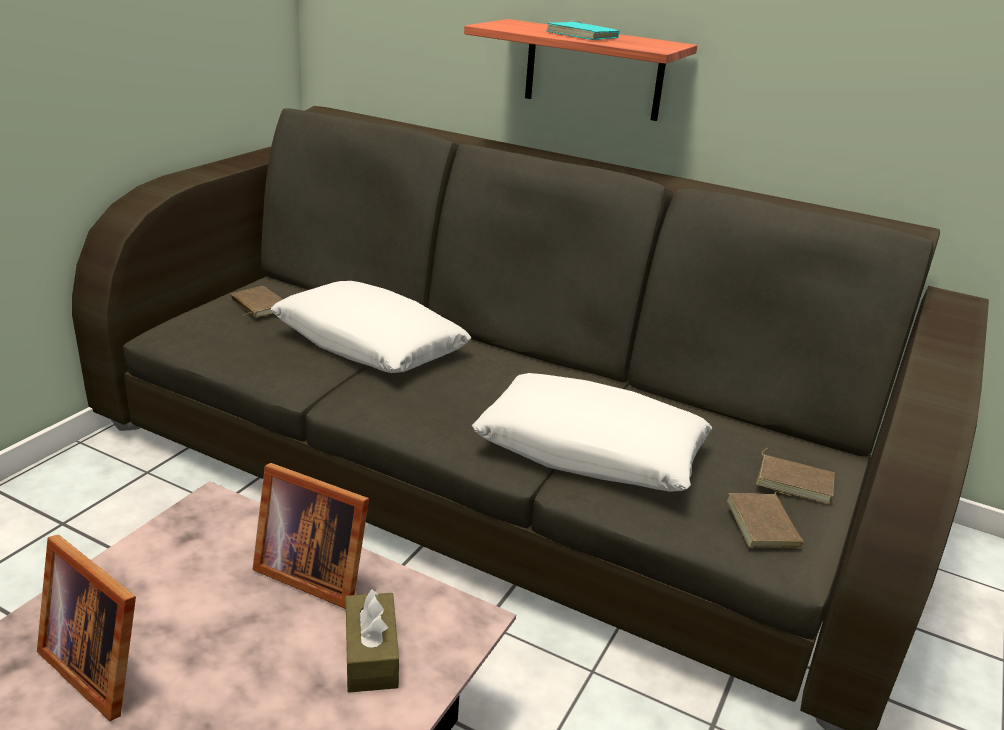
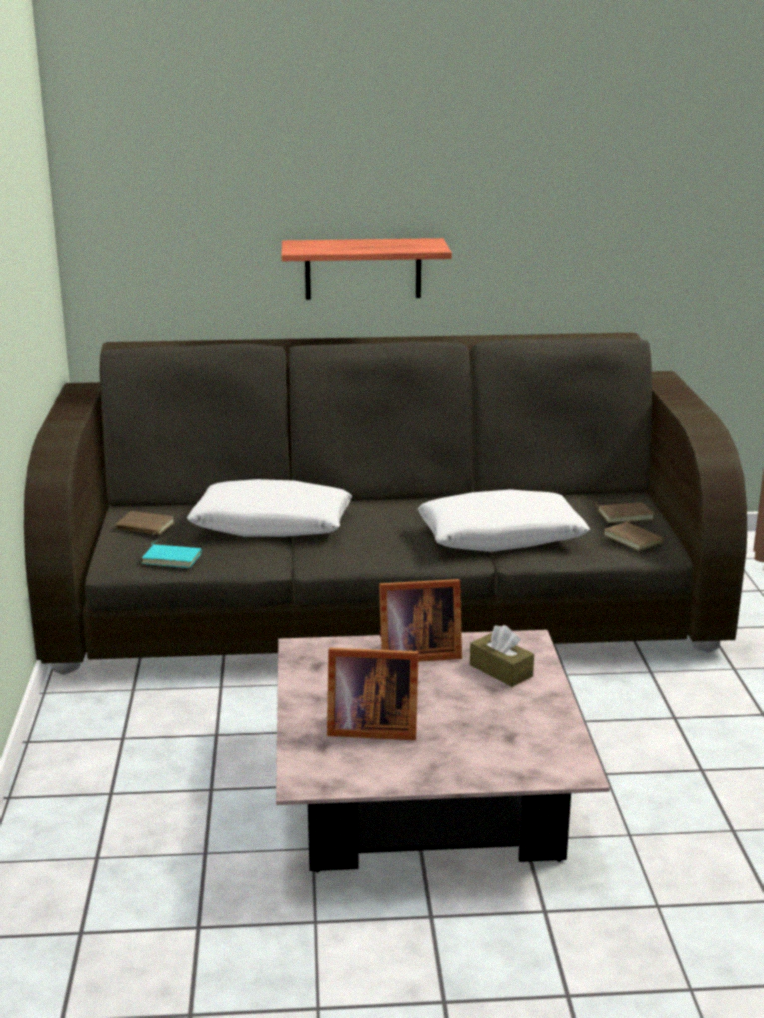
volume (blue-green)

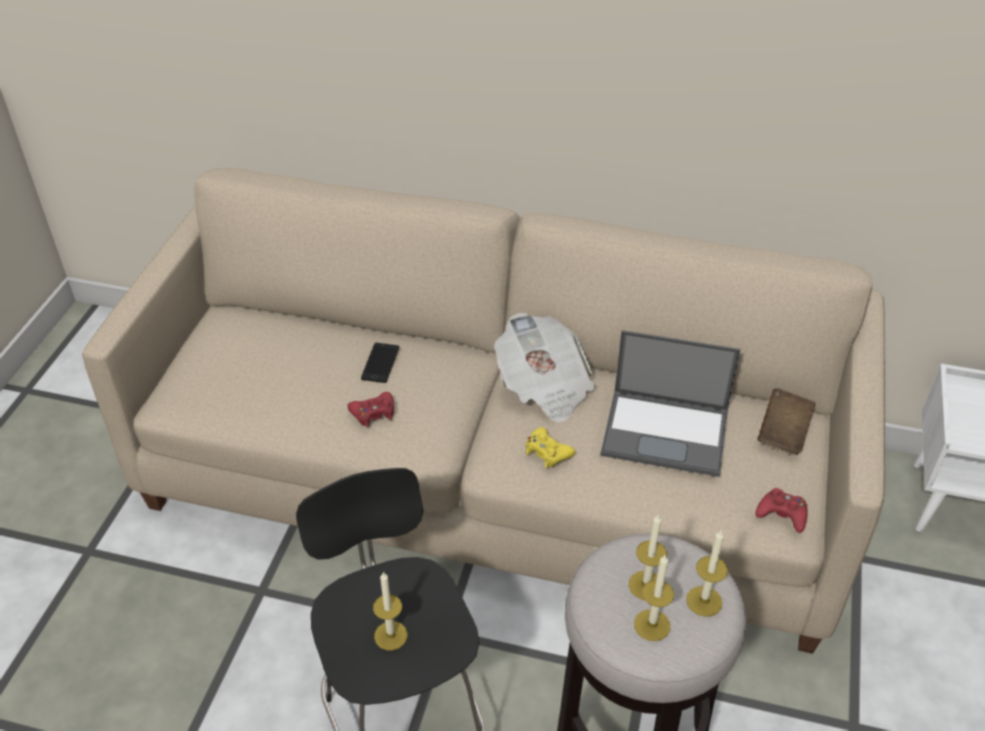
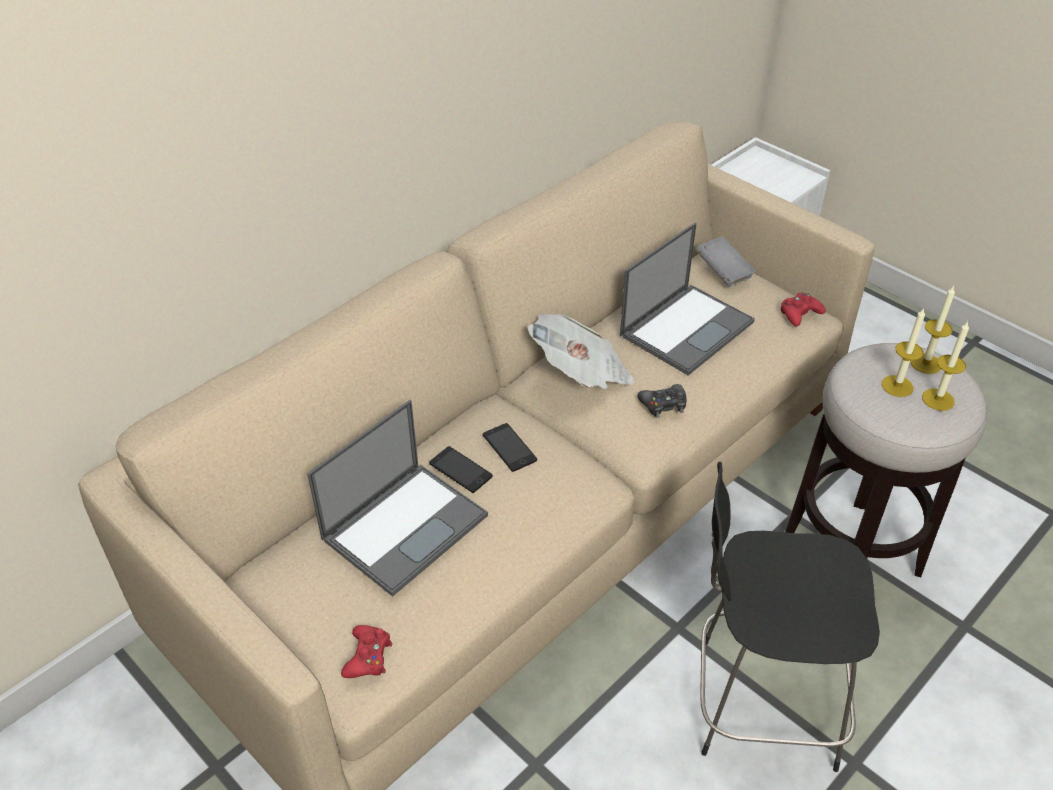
volume (gray); joypad (red) (no. 1 from left); joypad (black-coloured); wax light (no. 1 from left in the first image); portable computer (no. 1 from left); telephone (no. 2 from left)

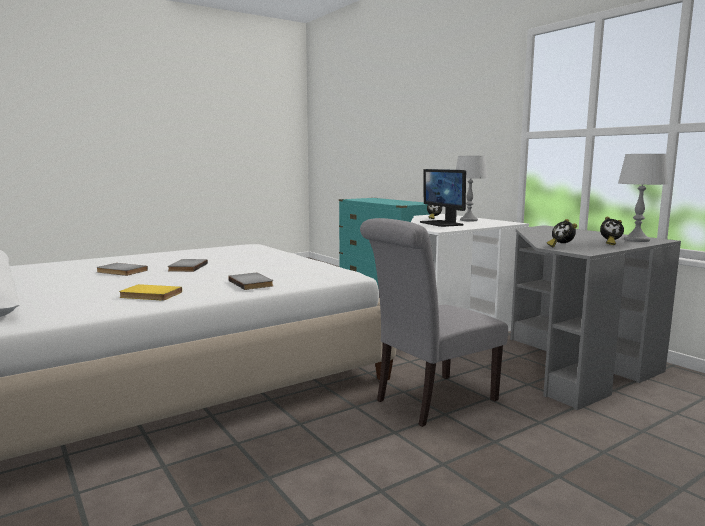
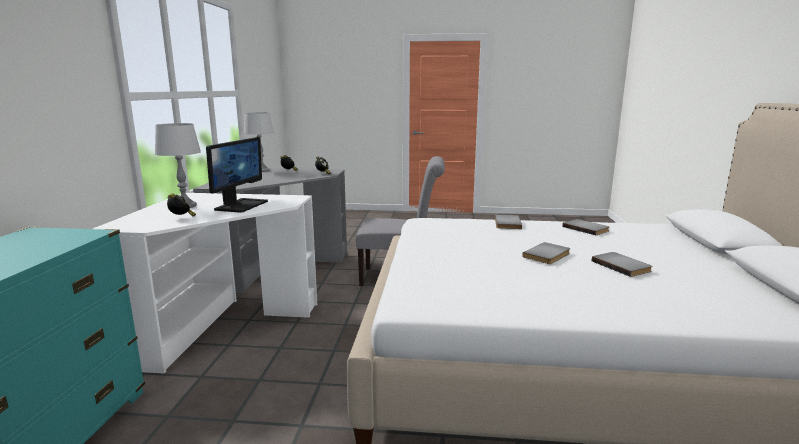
volume (gray) (no. 3 from left)

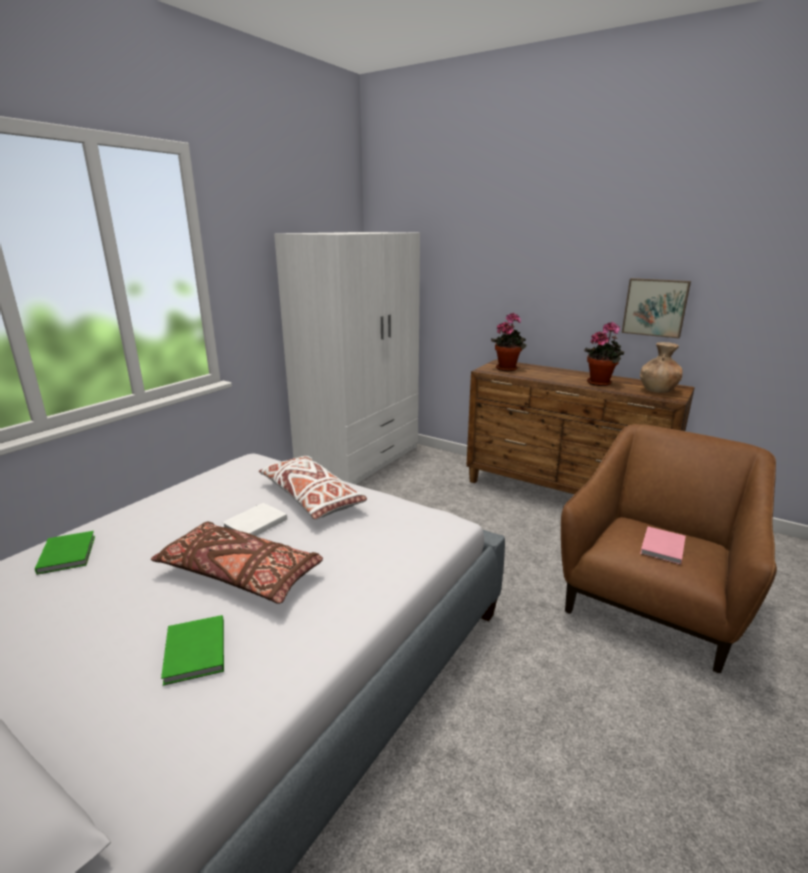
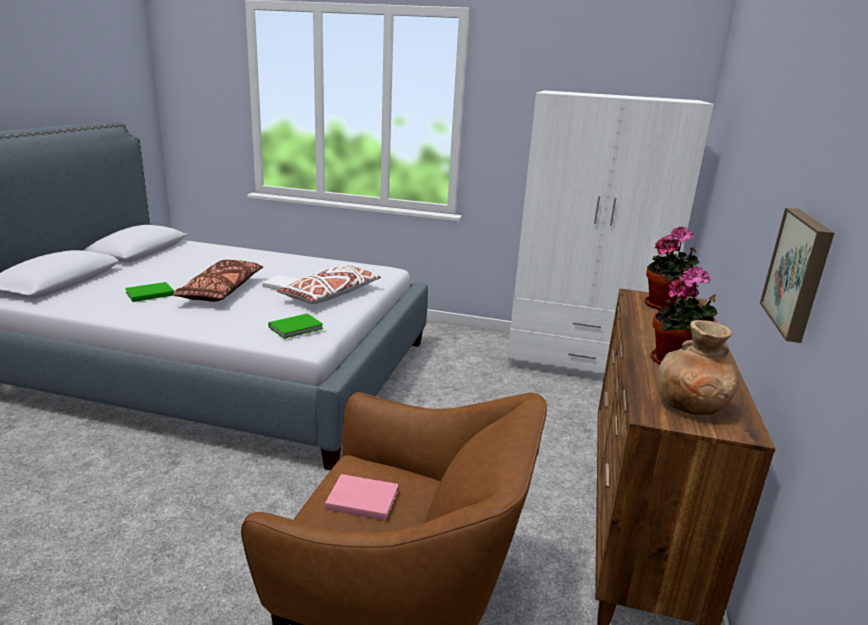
volume (green-coloured) (no. 2 from left)

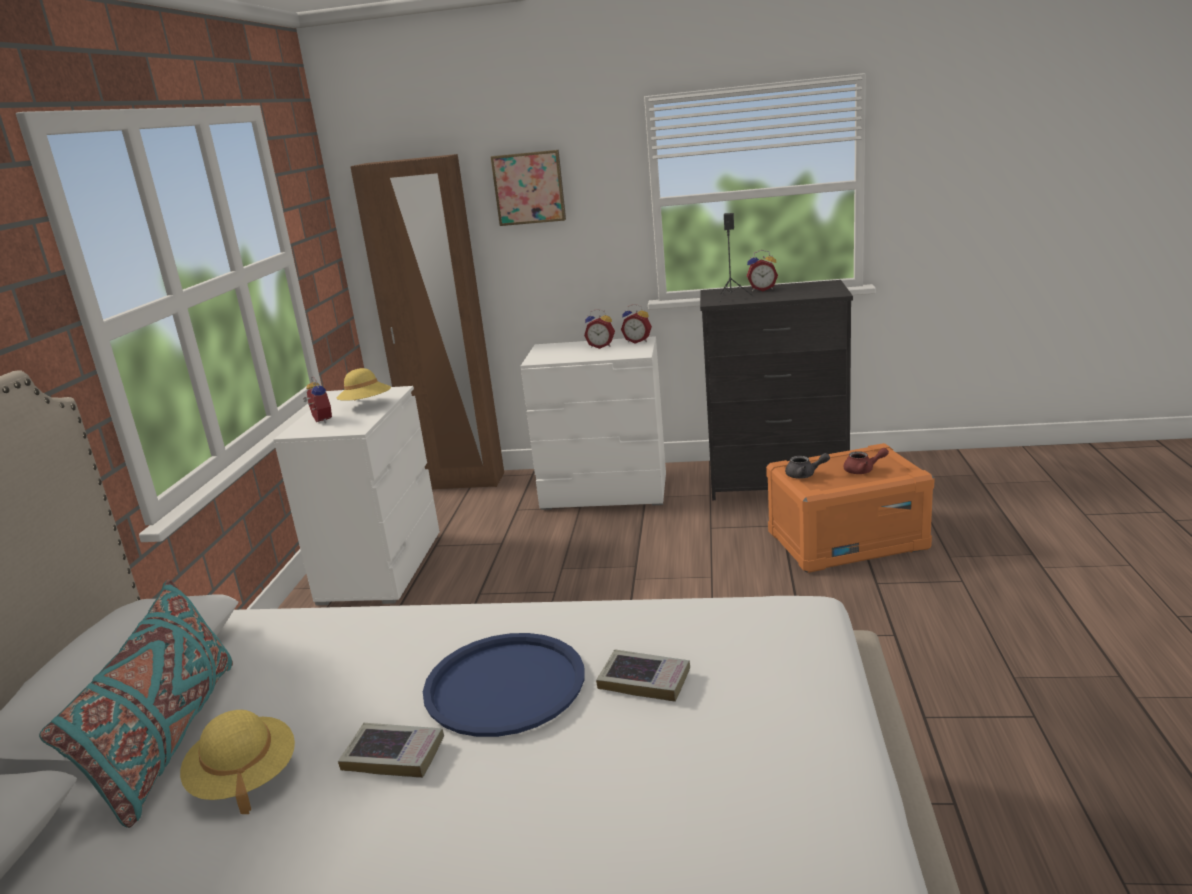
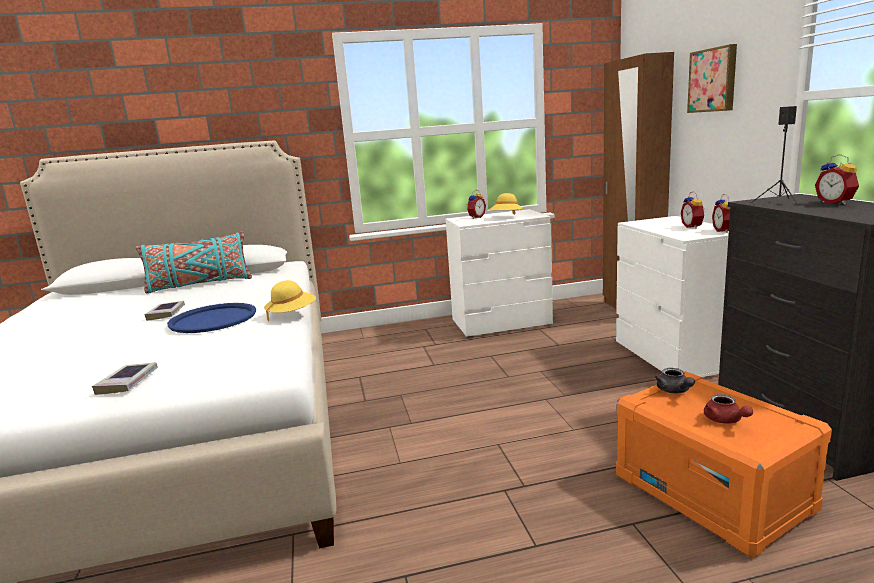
volume (no. 1 from left); clothing hat (yellow-coloured) (no. 1 from left)

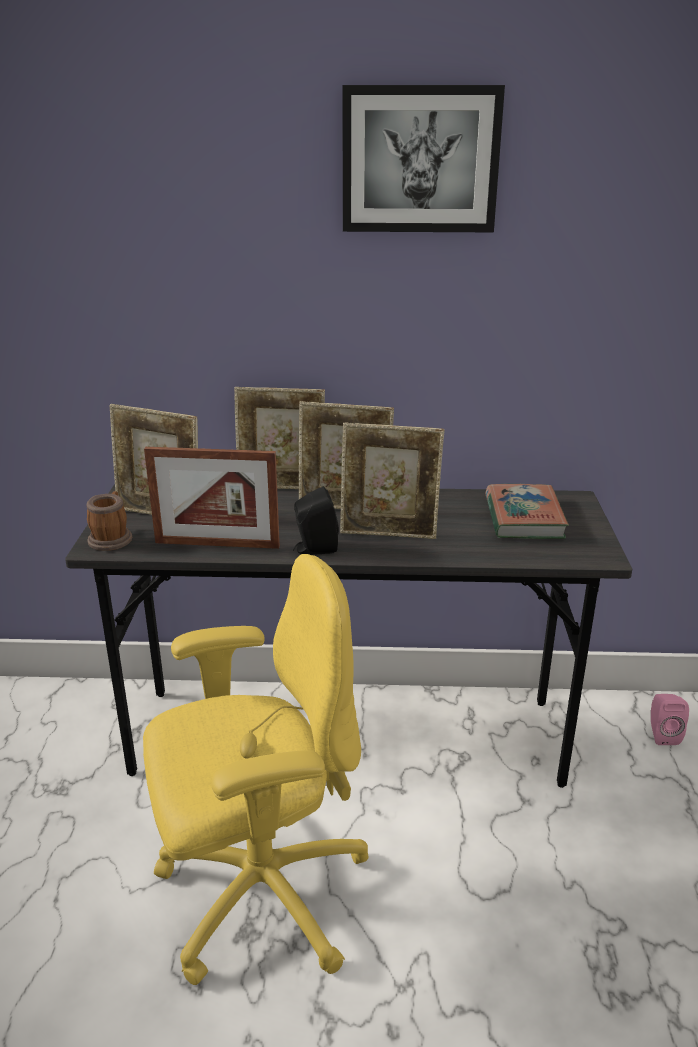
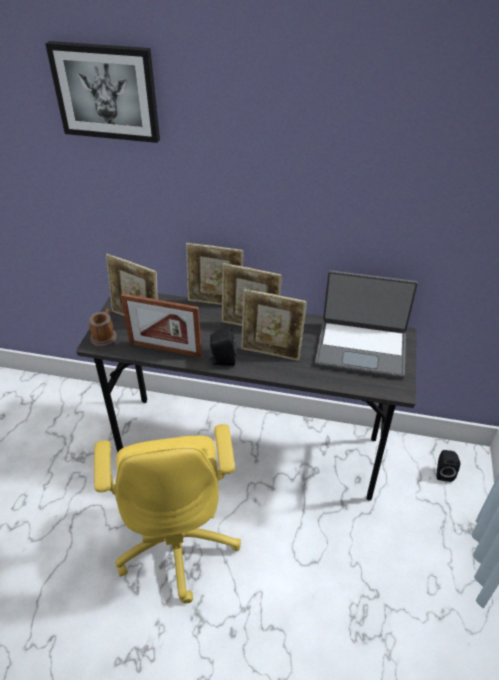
picture; portable computer; office chair (yellow-coloured); loudspeaker (black-coloured) (no. 2 from left)

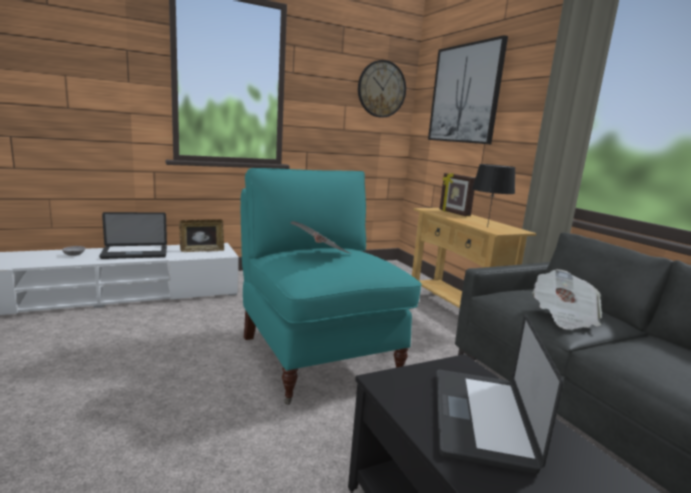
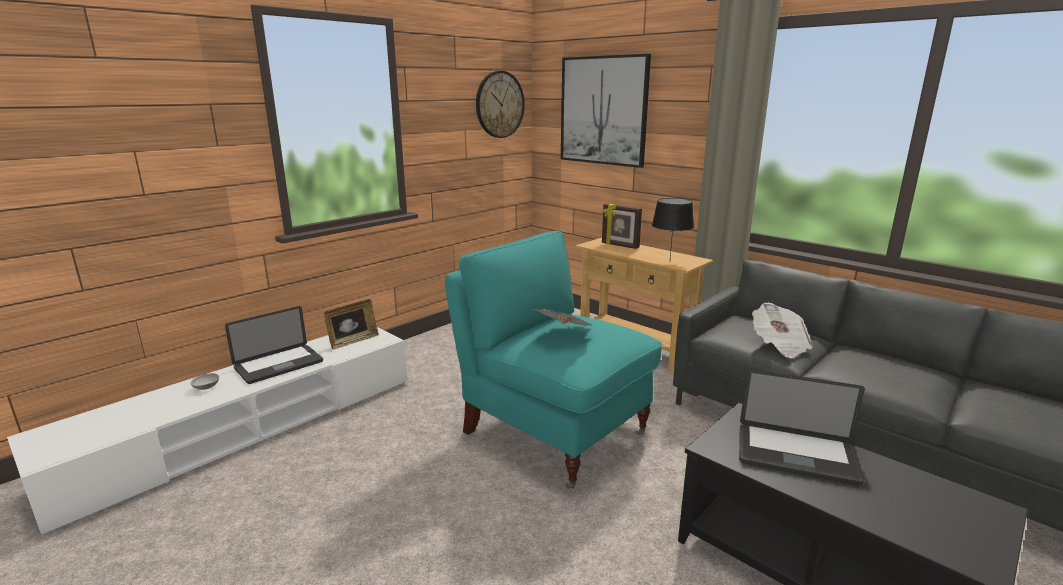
portable computer (no. 2 from left)

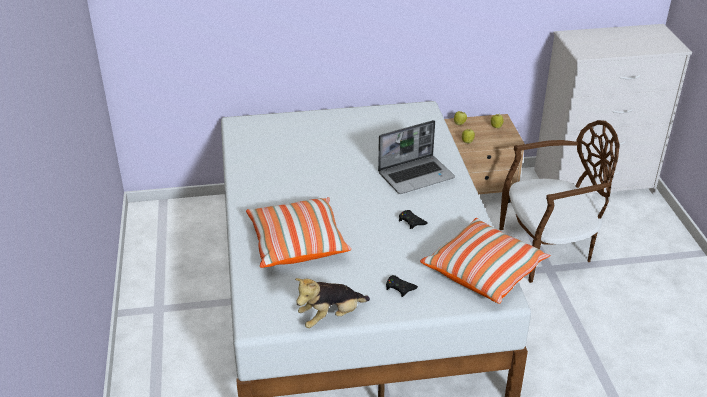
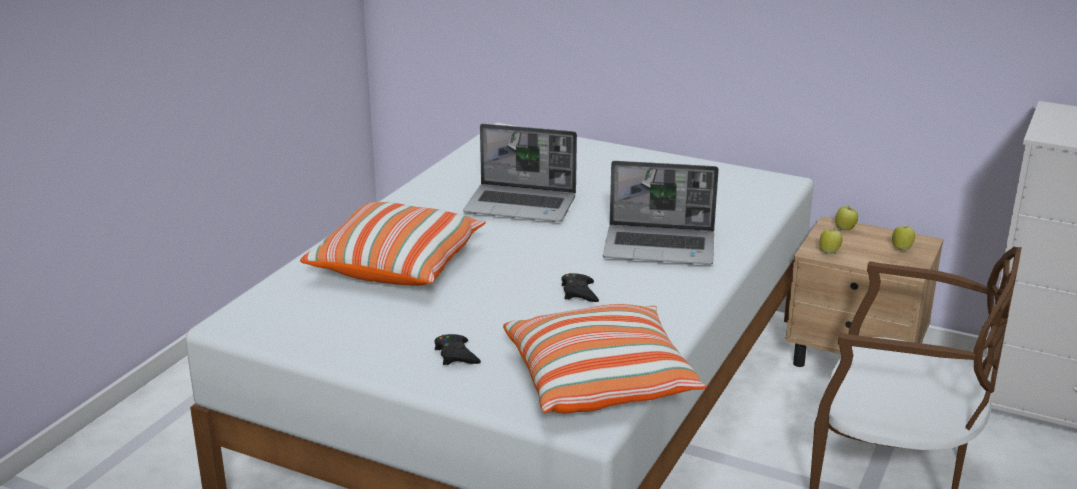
plush toy; portable computer (no. 1 from left)

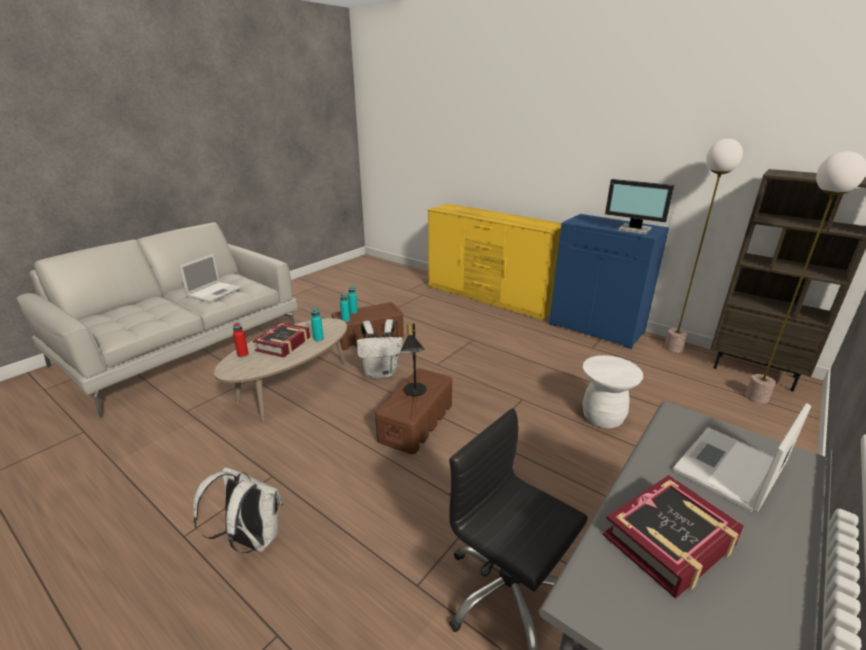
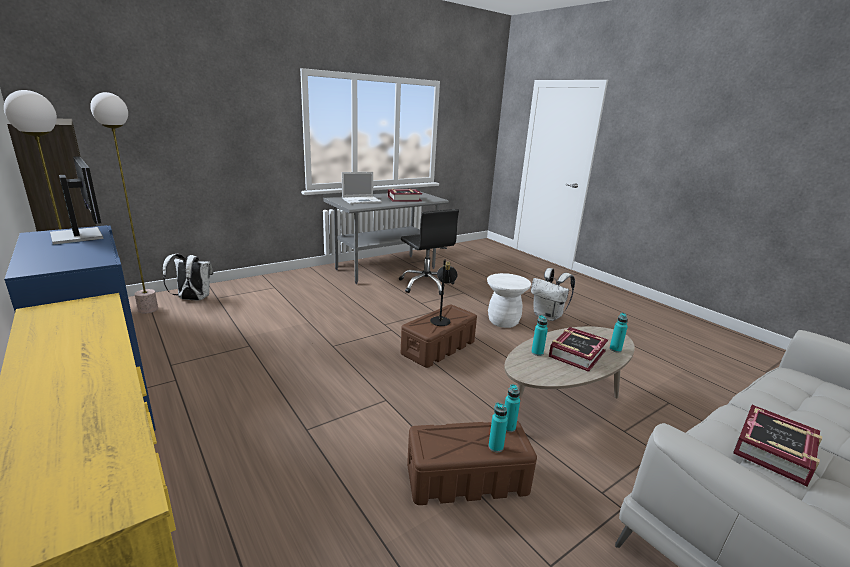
volume (no. 3 from left); rucksack (white-coloured) (no. 1 from left); bottle (blue-green) (no. 4 from left); stool seat (white-coloured)

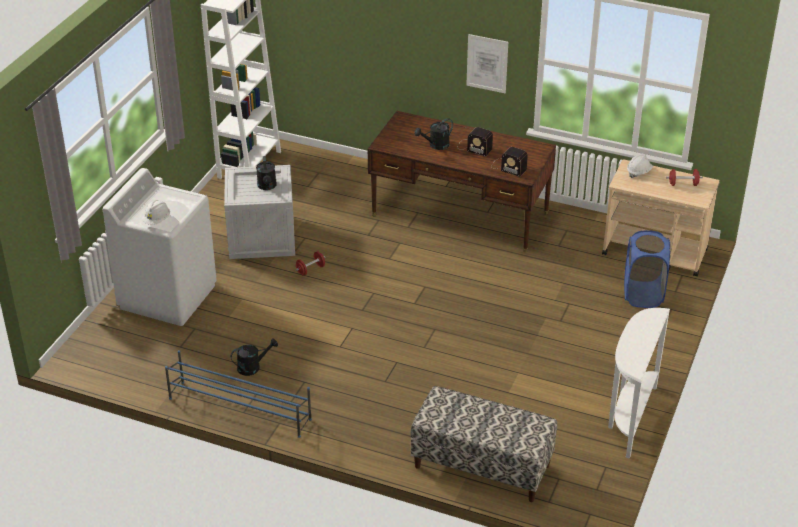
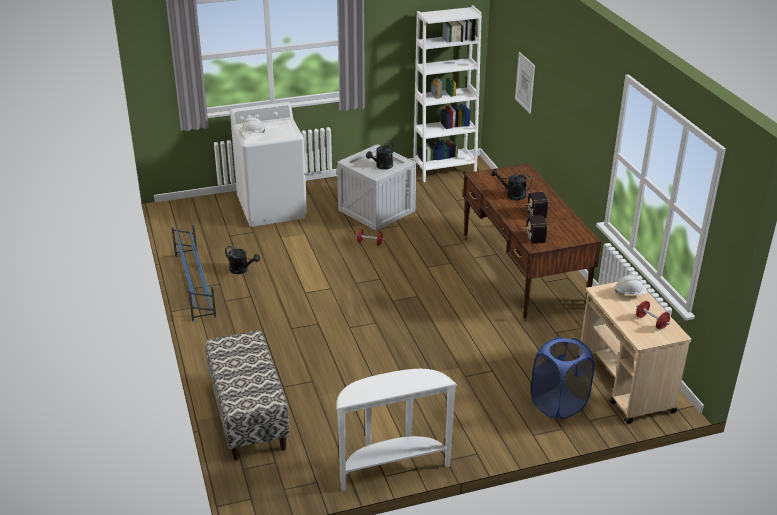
picture

